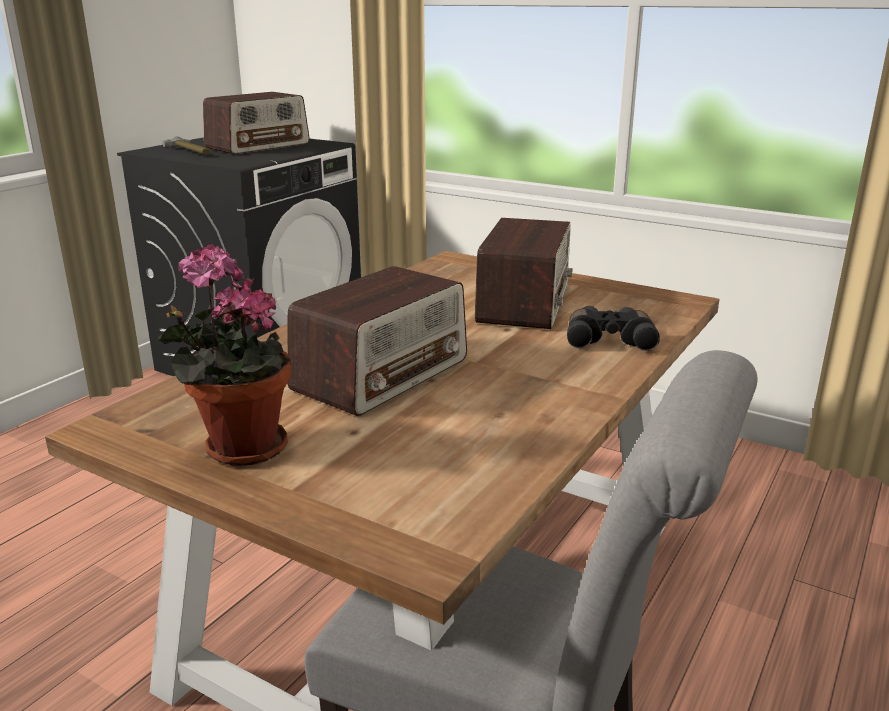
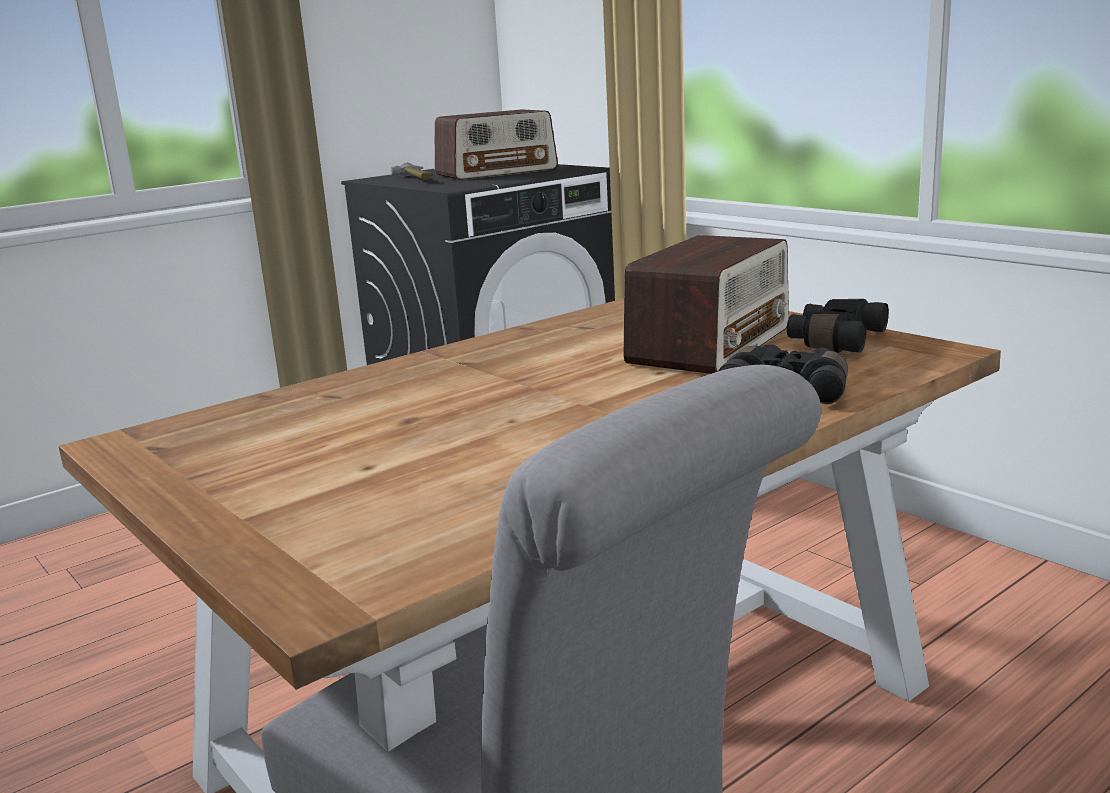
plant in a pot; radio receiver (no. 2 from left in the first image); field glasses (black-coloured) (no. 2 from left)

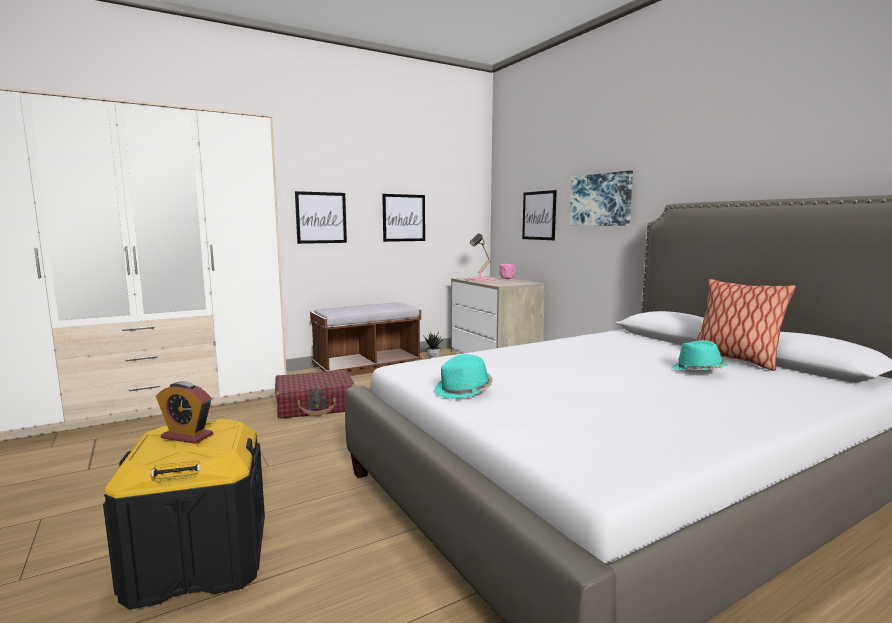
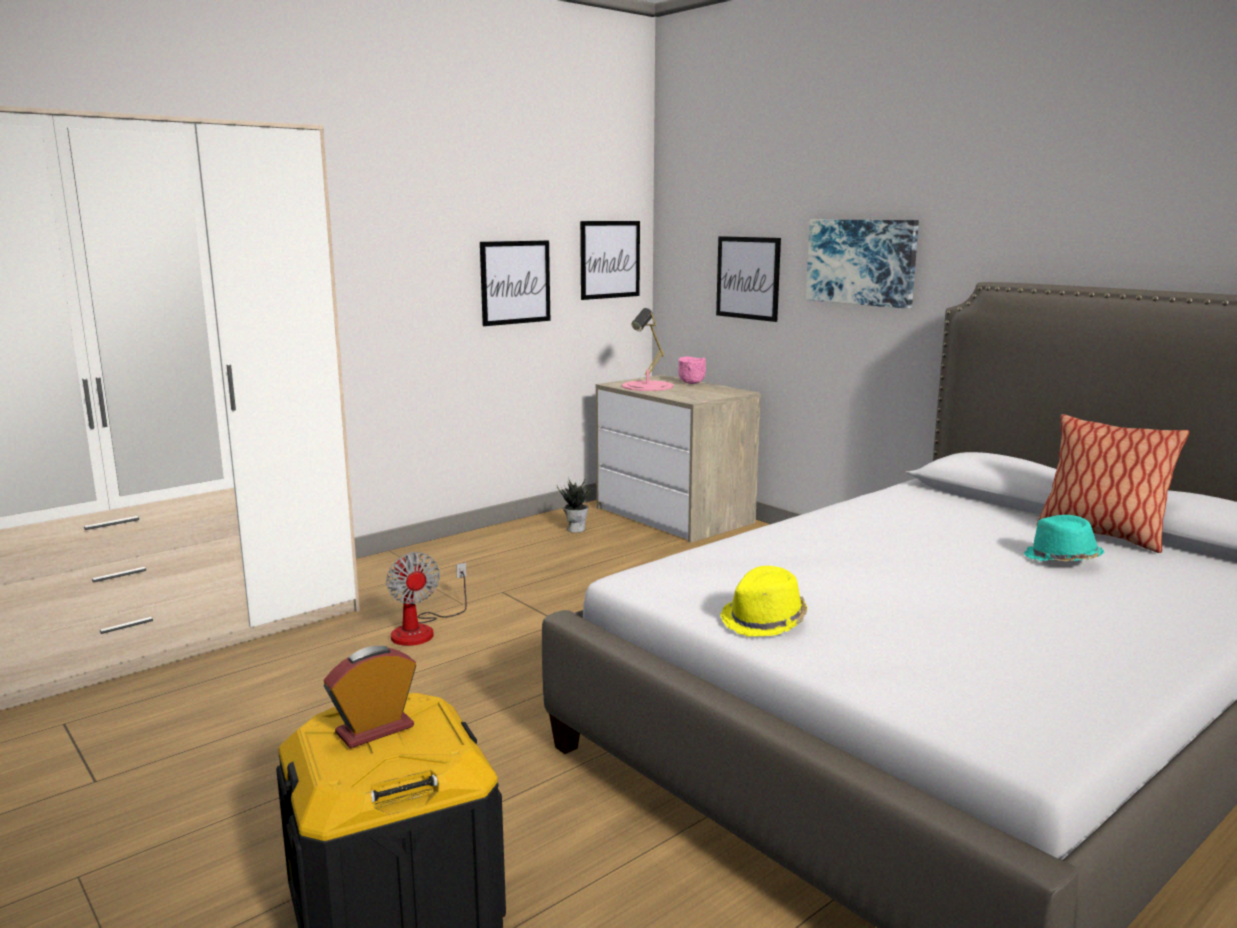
picture (no. 2 from left); indoor bench (brown-coloured); clothing hat (yellow-coloured); cooling fan; alarm clock

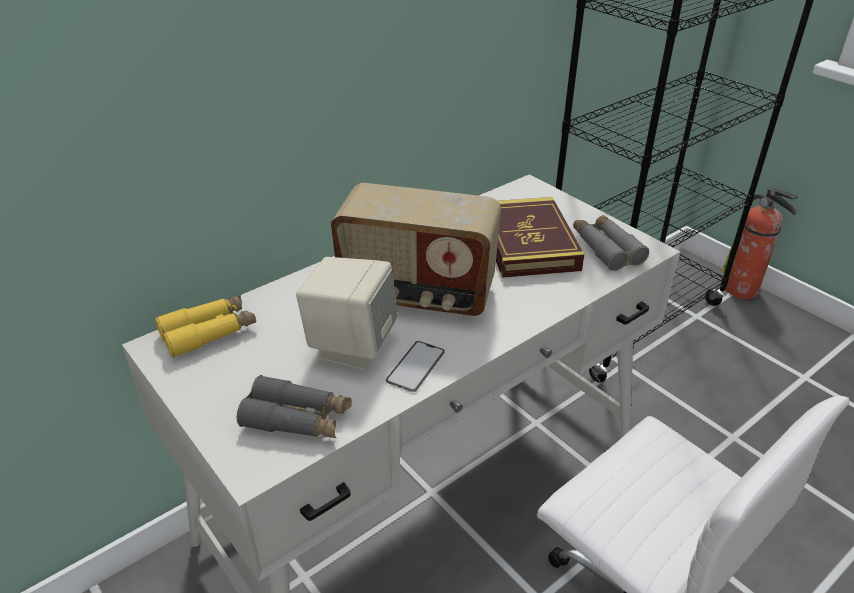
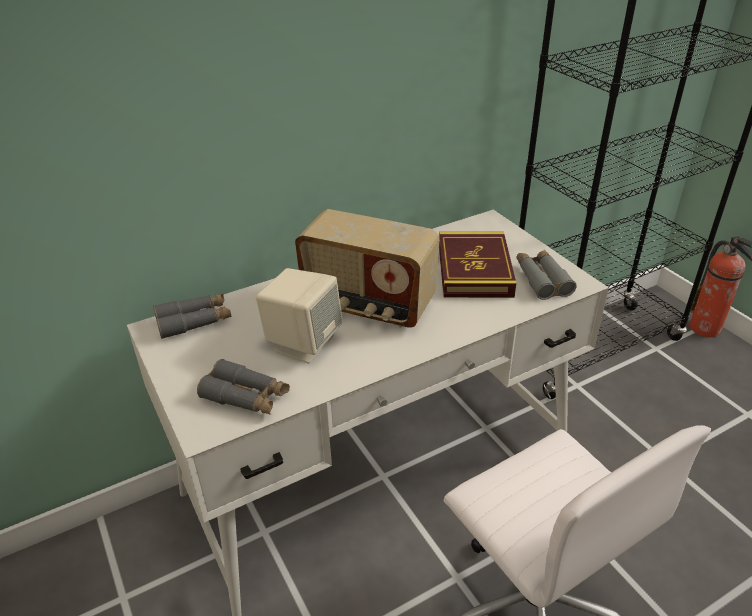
field glasses (gray) (no. 1 from left); telephone

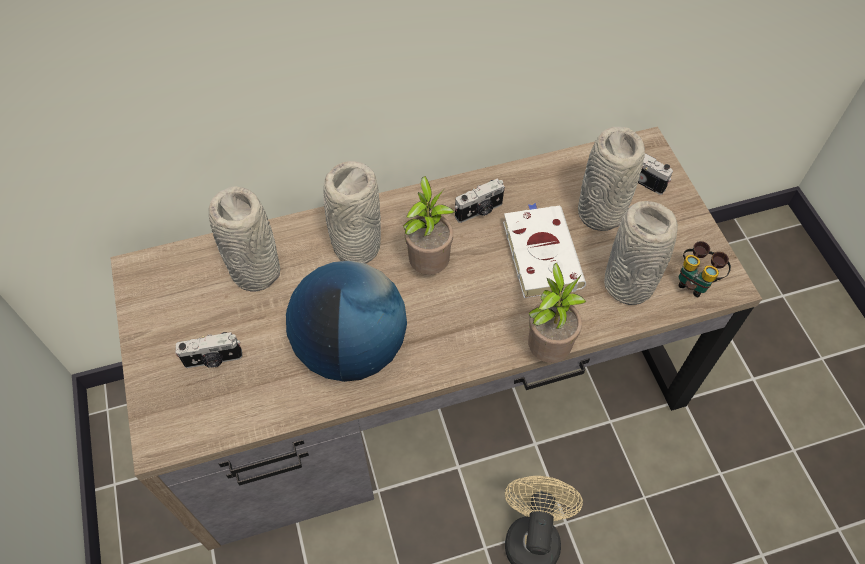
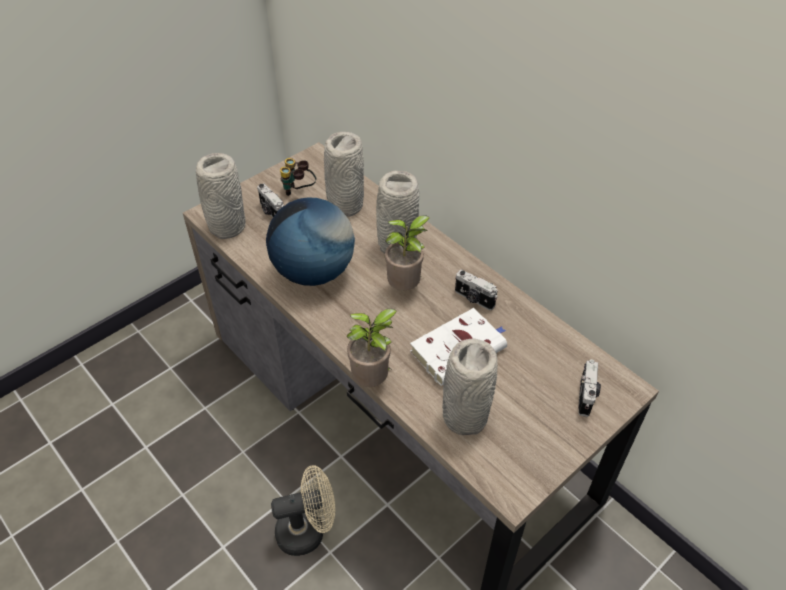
decorative vase (gray) (no. 1 from left); field glasses

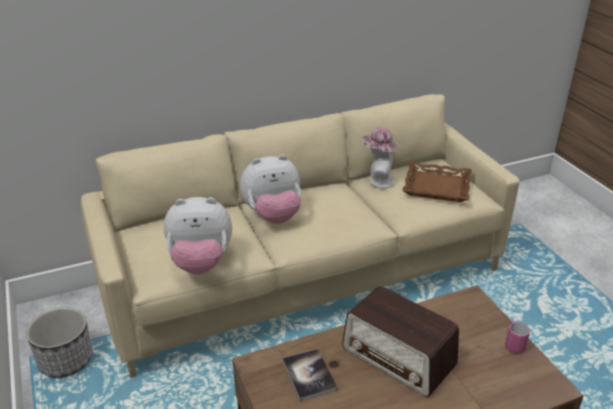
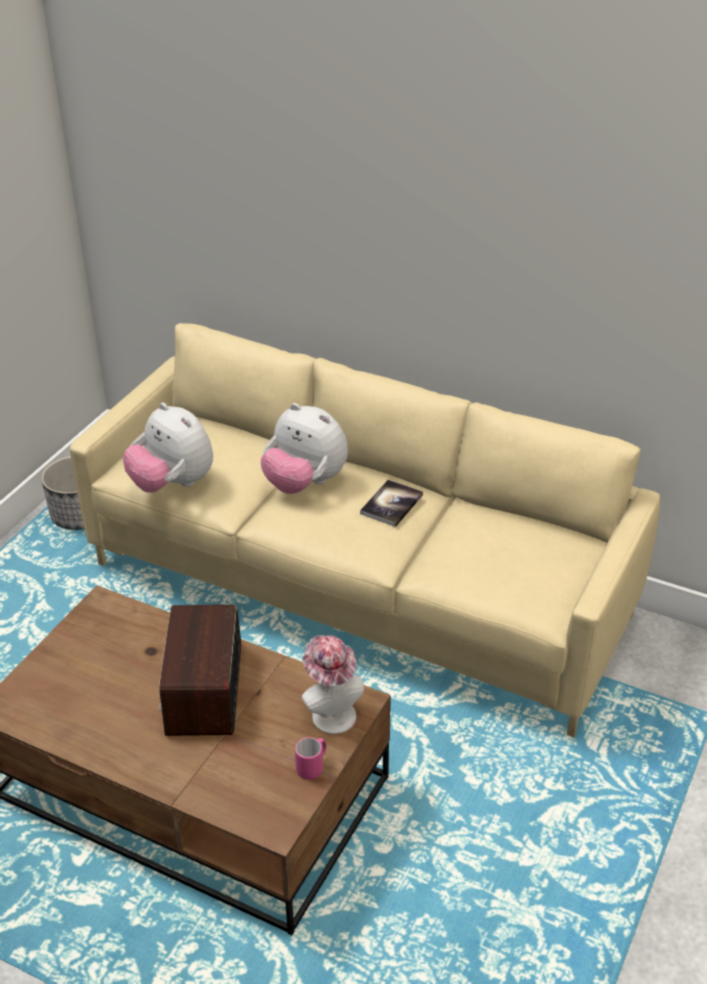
clothing hat; tray (brown-coloured); volume

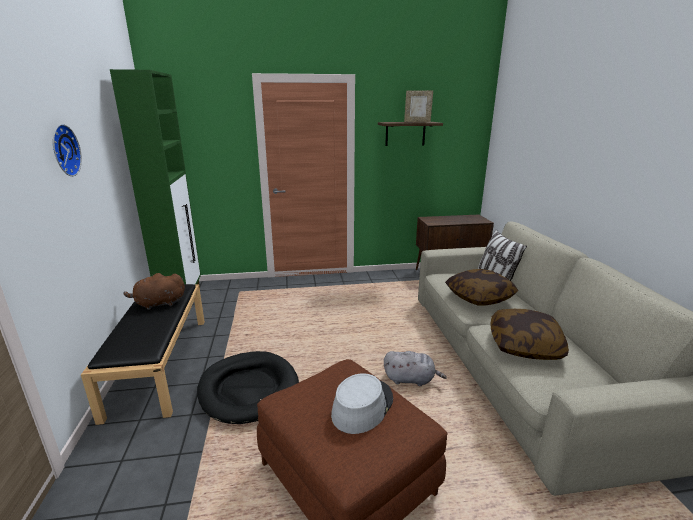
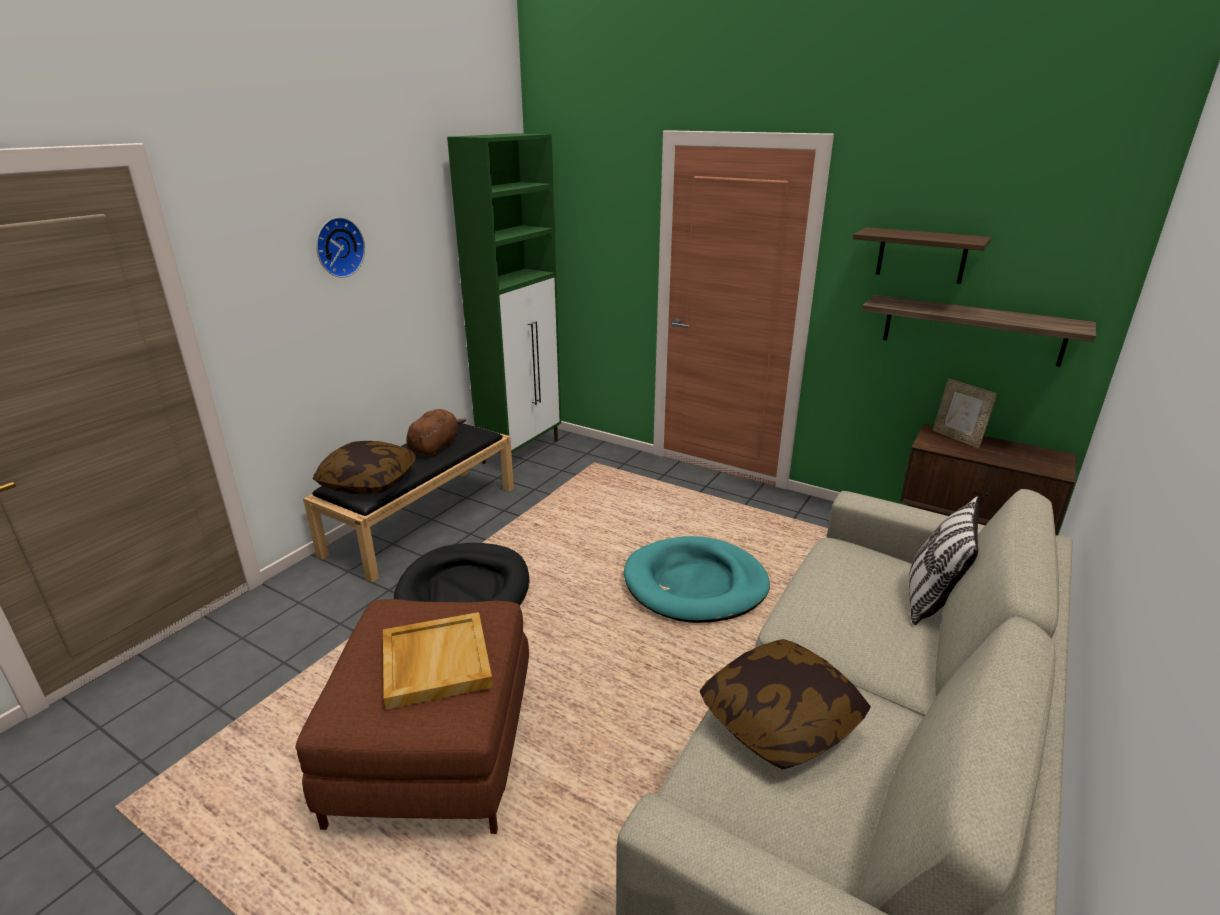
standing frame; throw pillow (no. 1 from left); plush toy (brown-coloured); plush toy (gray); tray (sand-coloured); bracket shelf (no. 2 from left); dog bed (blue-green)

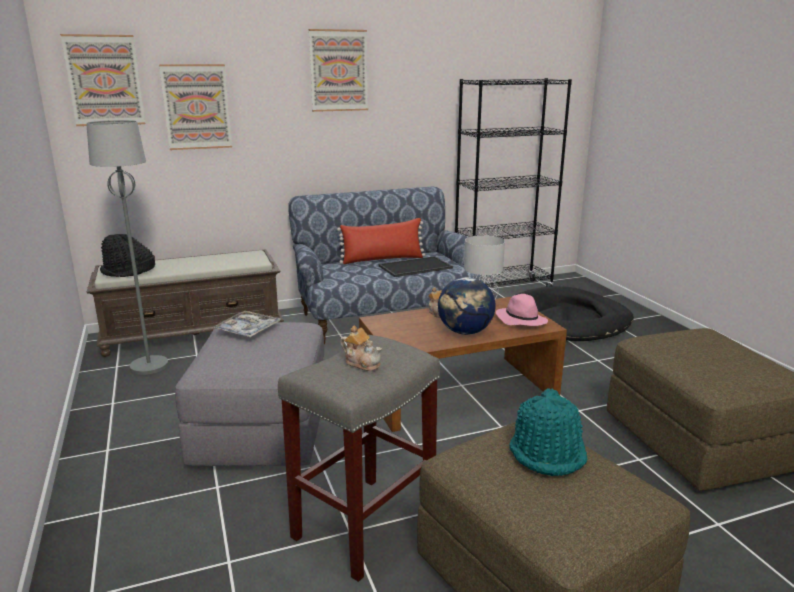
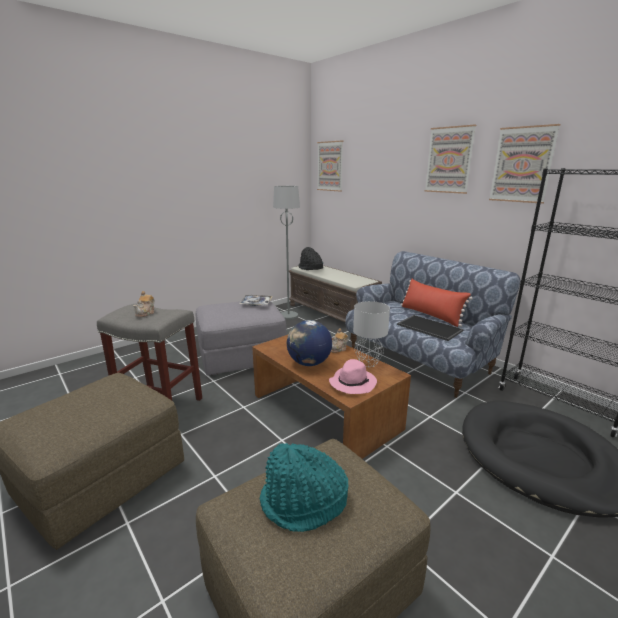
picture (no. 3 from left); clothing hat (blue-green)

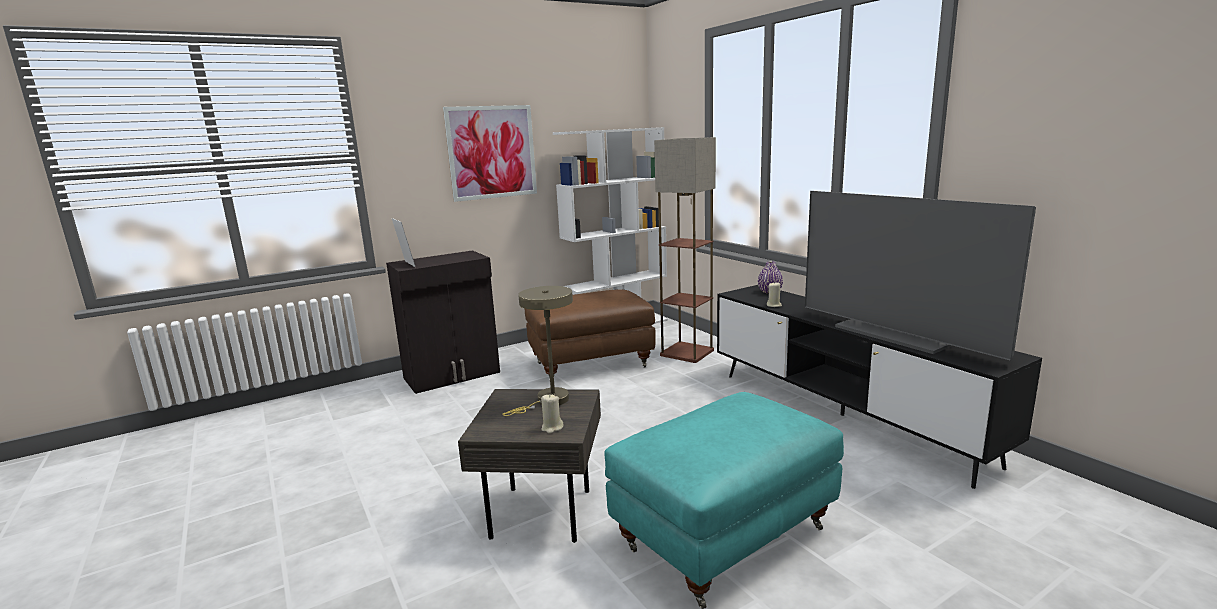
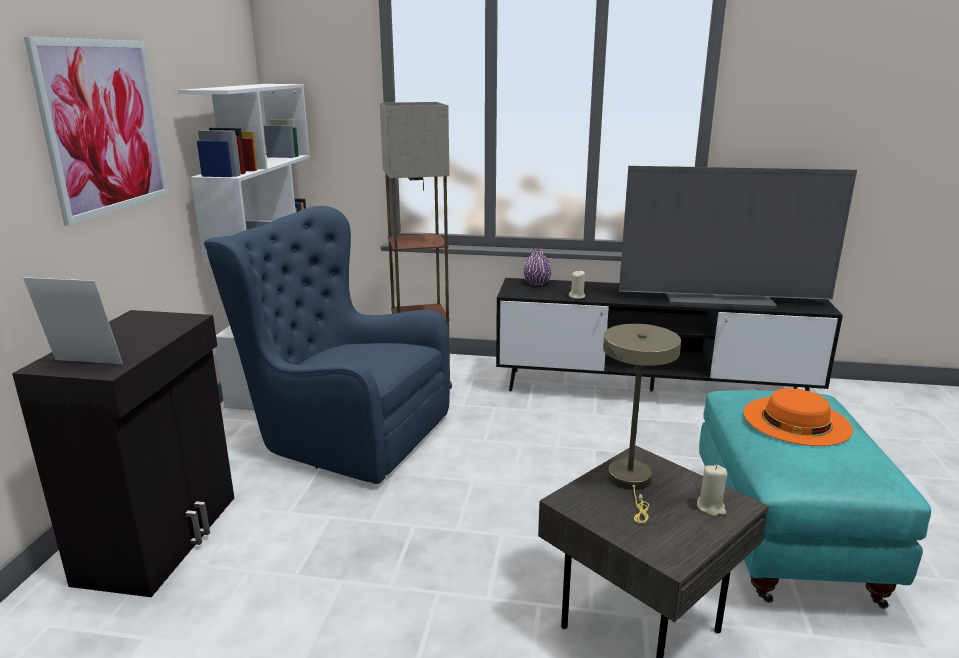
lounge chair (blue-coloured); clothing hat (orange)

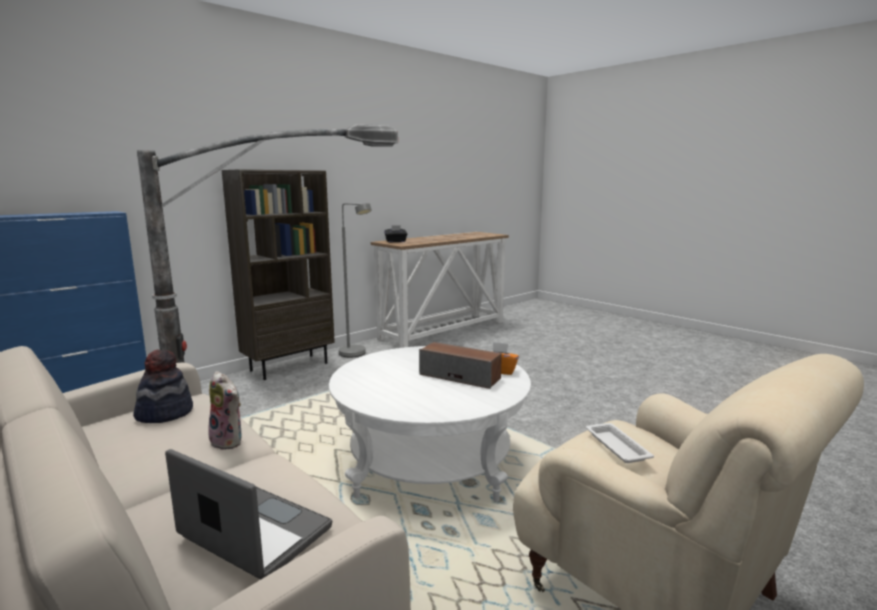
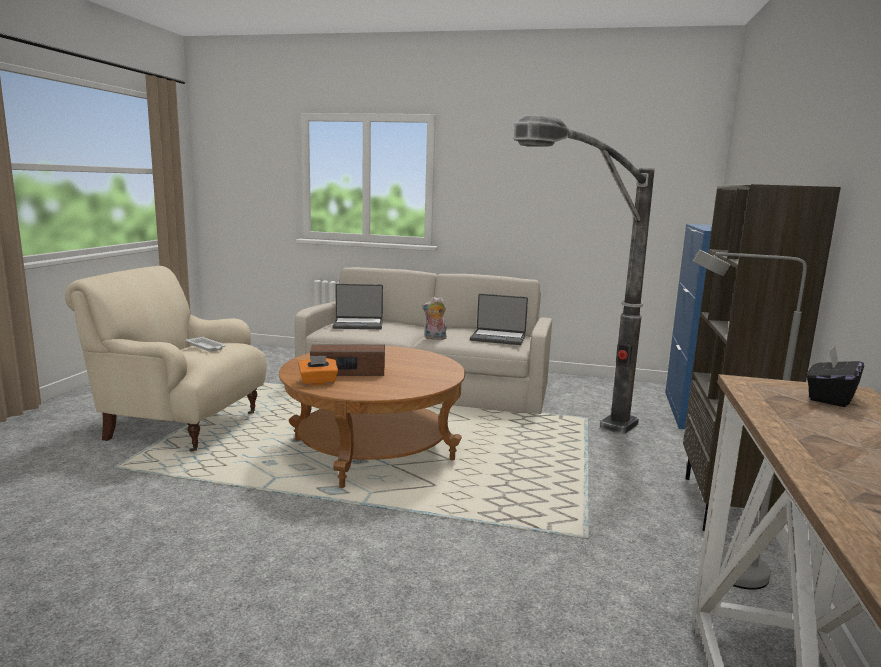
low table (brown-coloured); portable computer (no. 2 from left)

